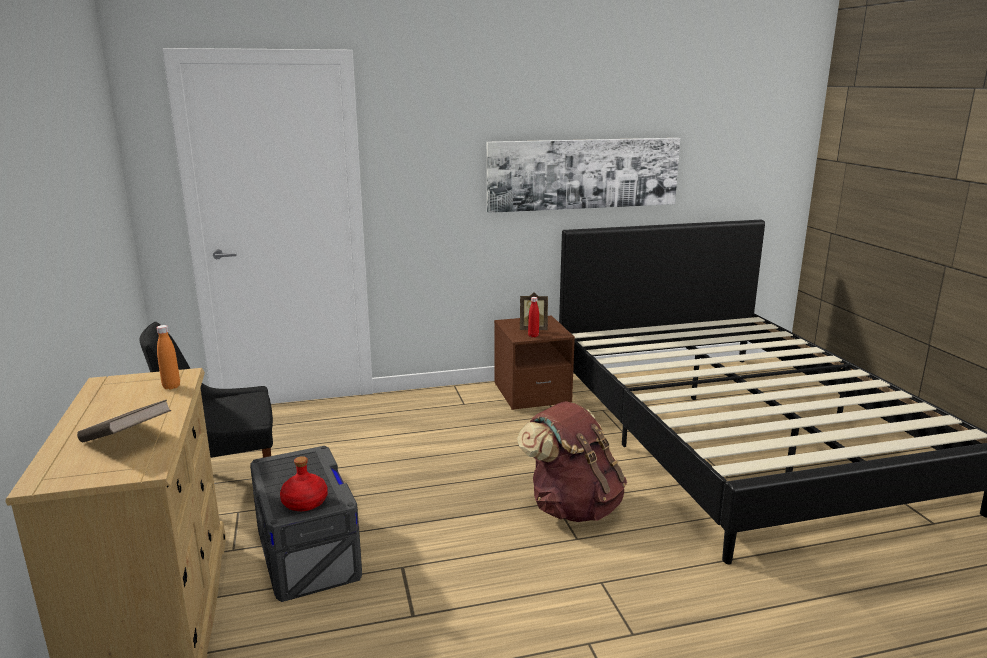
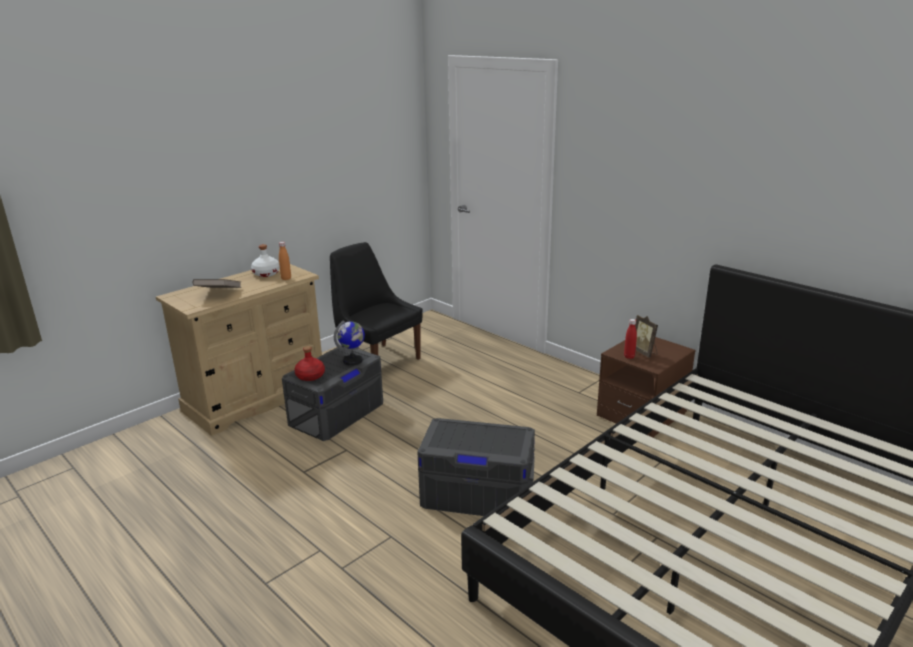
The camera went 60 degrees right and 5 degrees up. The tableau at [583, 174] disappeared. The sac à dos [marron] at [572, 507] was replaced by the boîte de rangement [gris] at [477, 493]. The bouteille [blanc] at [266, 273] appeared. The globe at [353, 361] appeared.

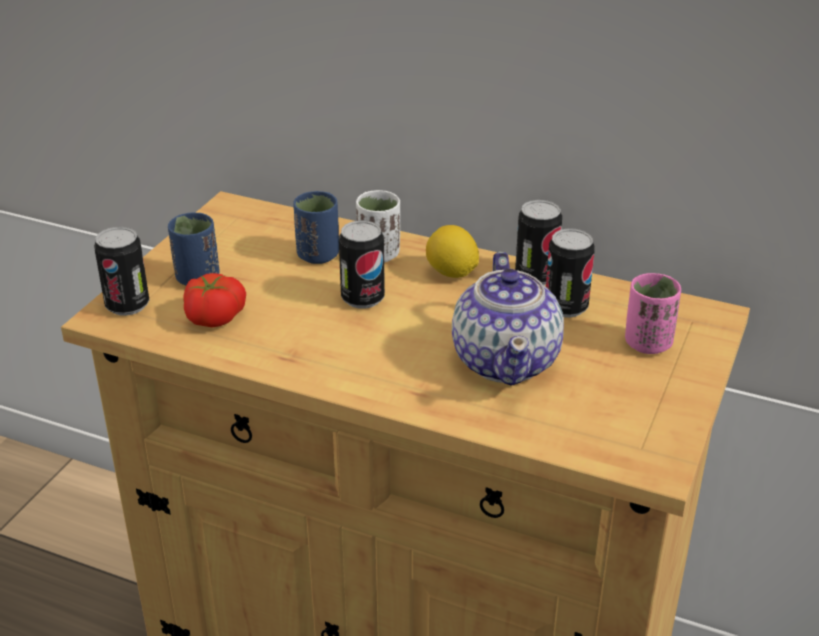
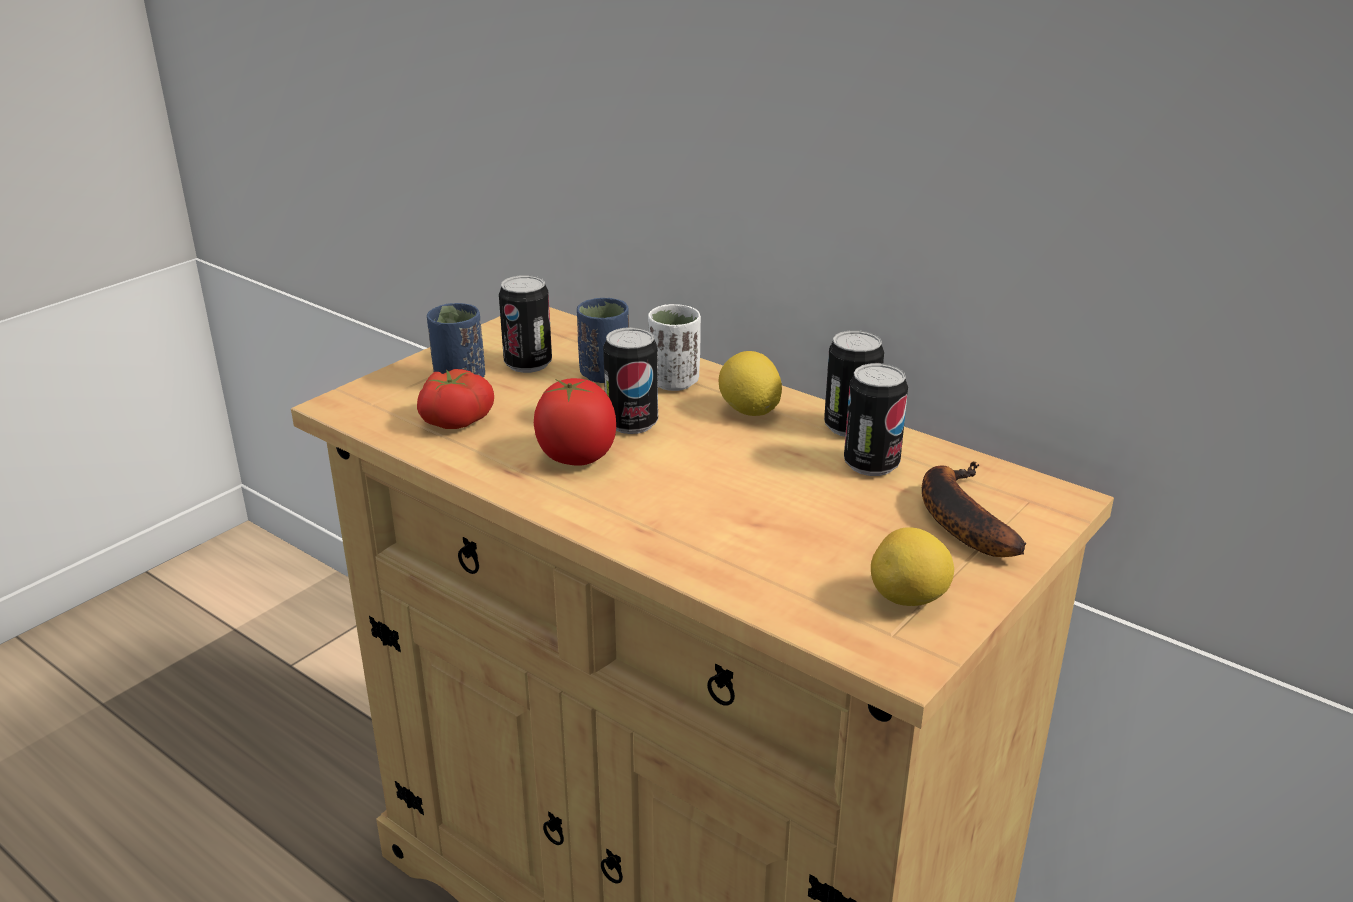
The camera went 15 degrees right and 5 degrees down. The boîte métallique moved from [127, 305] to [528, 364]. The théière at [506, 360] disappeared. The tasse [rose] at [647, 343] was replaced by the banane at [957, 518]. The tomate at [576, 457] appeared. The citron at [909, 599] appeared.

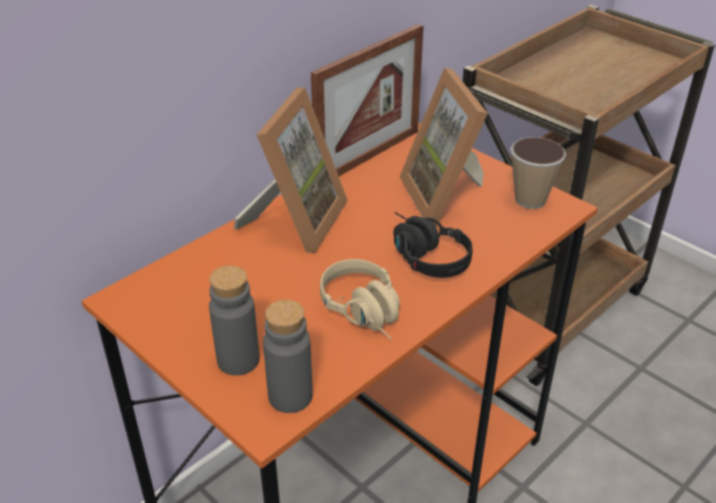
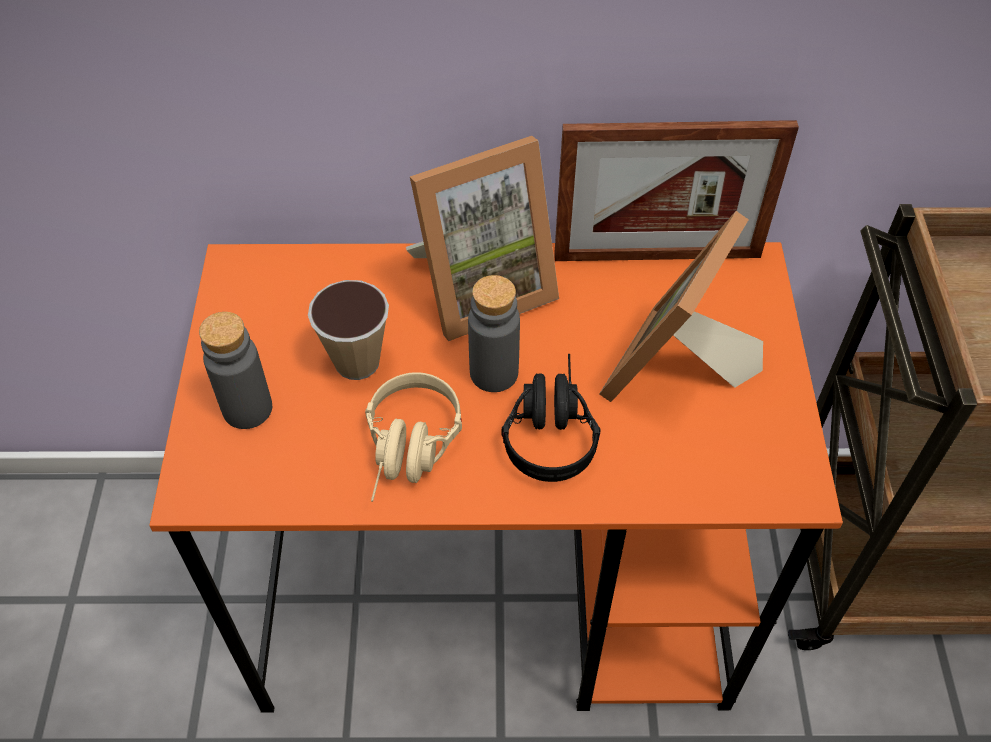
The camera went 45 degrees right and 15 degrees up. The bouteille [gris] moved from [290, 396] to [494, 373]. The tasse moved from [530, 199] to [357, 362].

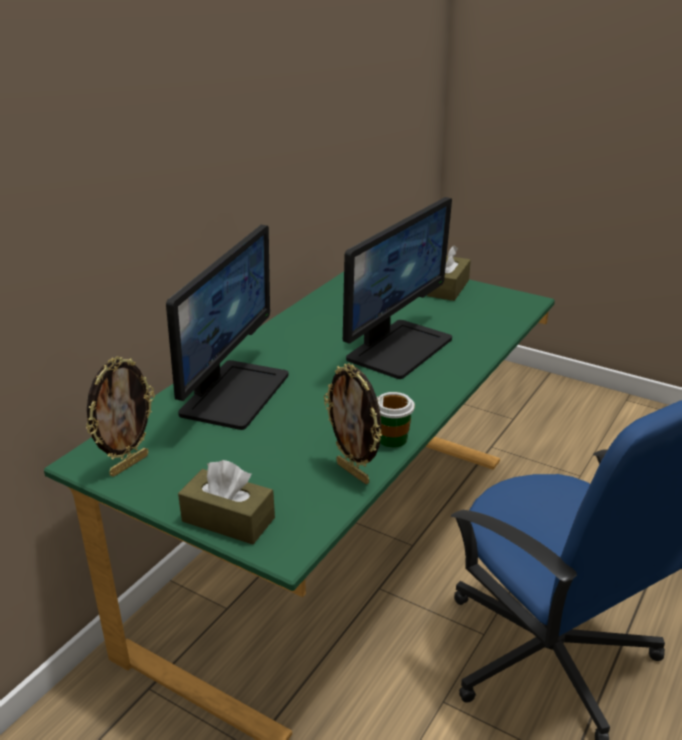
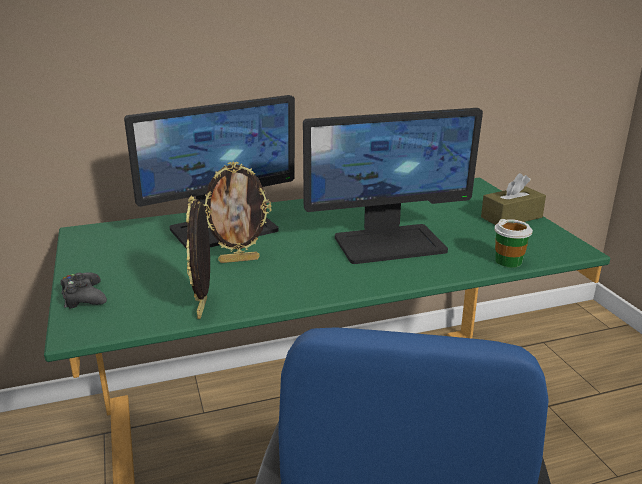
The camera went 40 degrees right and 5 degrees down. The cadre photo moved from [128, 464] to [239, 260]. The boîte à mouchoirs [marron] at [228, 519] was replaced by the manette [noir] at [83, 297]. The tasse moved from [392, 439] to [508, 261].

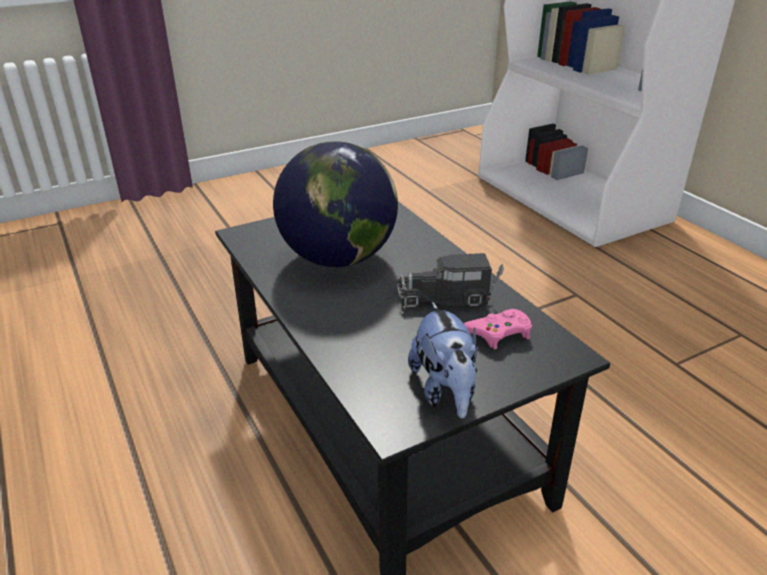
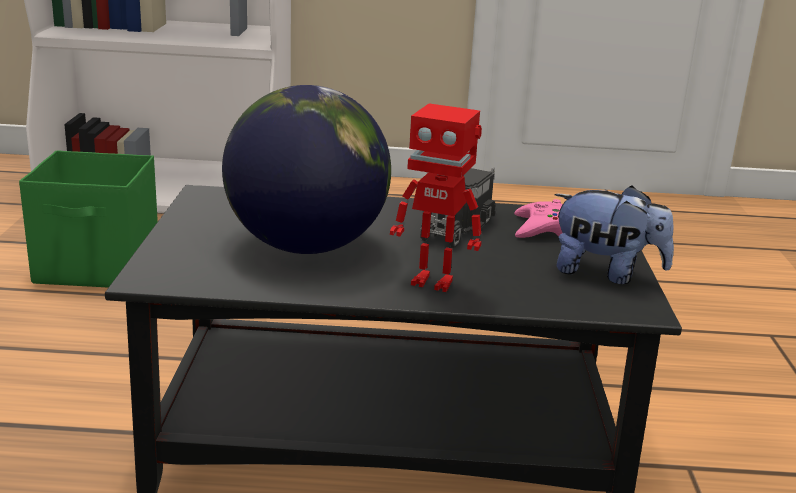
The camera went 60 degrees left and 10 degrees down. The boîte de rangement [vert] at [99, 267] appeared. The robot jouet at [433, 282] appeared.

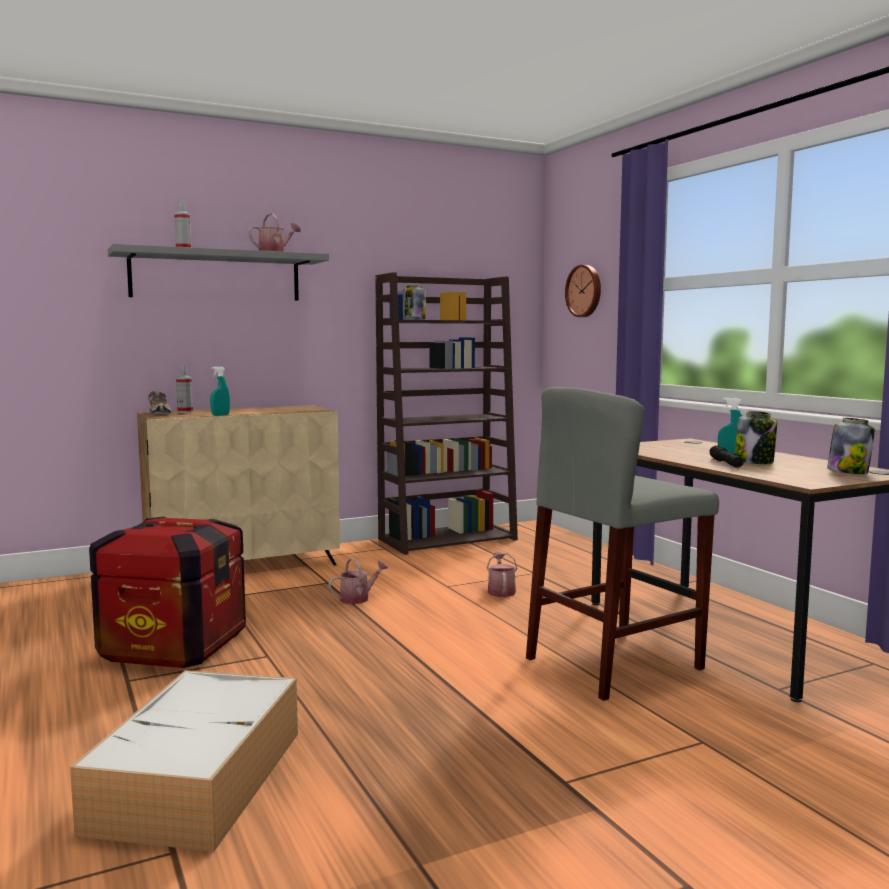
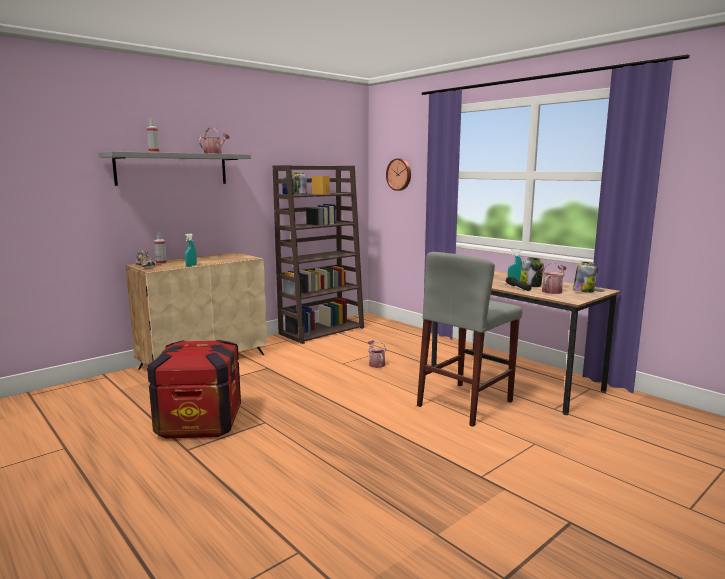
The camera went 15 degrees left and 5 degrees up. The boîte de rangement at [198, 781] disappeared. The arrosoir moved from [358, 598] to [553, 291].

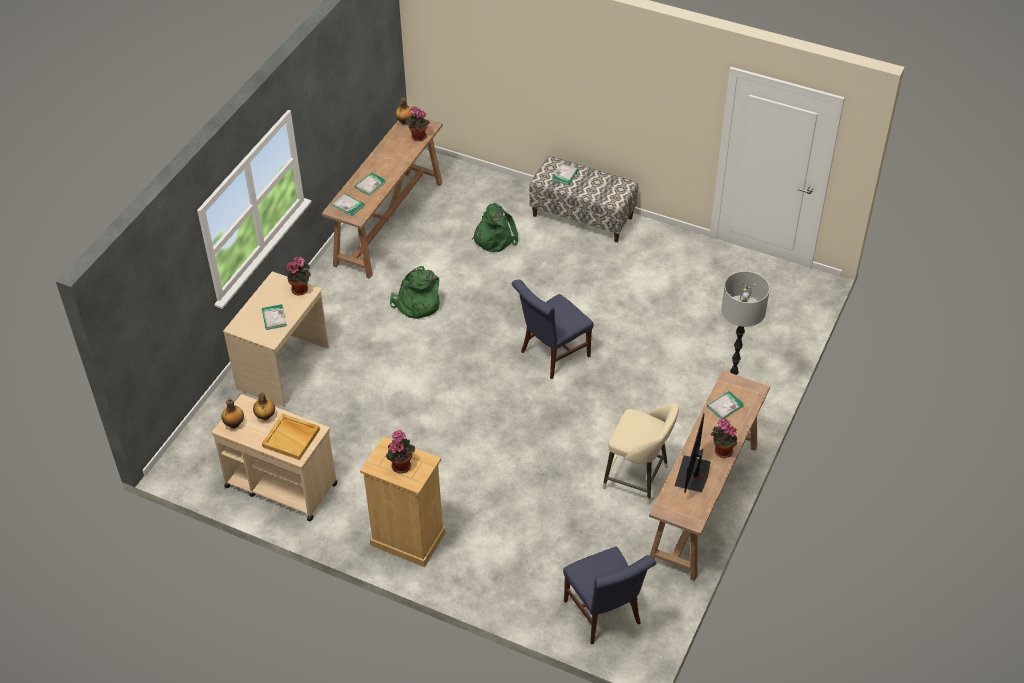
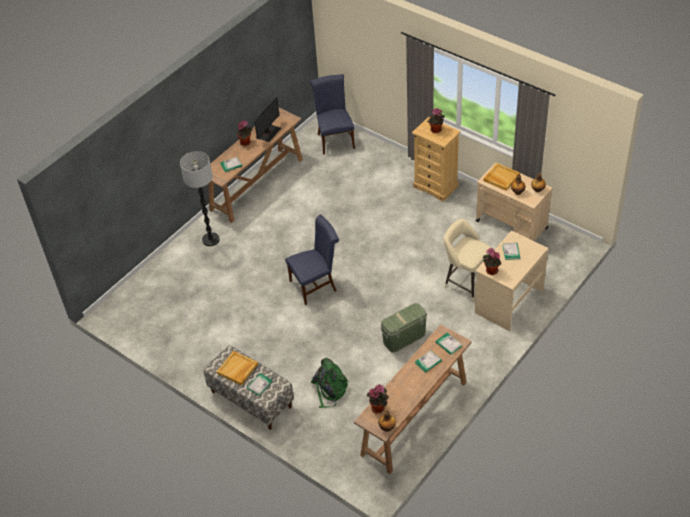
The camera went 165 degrees left and 0 degrees up. The sac à dos [vert] at [416, 304] was replaced by the boîte de rangement [vert] at [404, 338]. The tabouret [beige] moved from [639, 479] to [465, 282]. The plateau [beige] at [237, 369] appeared.

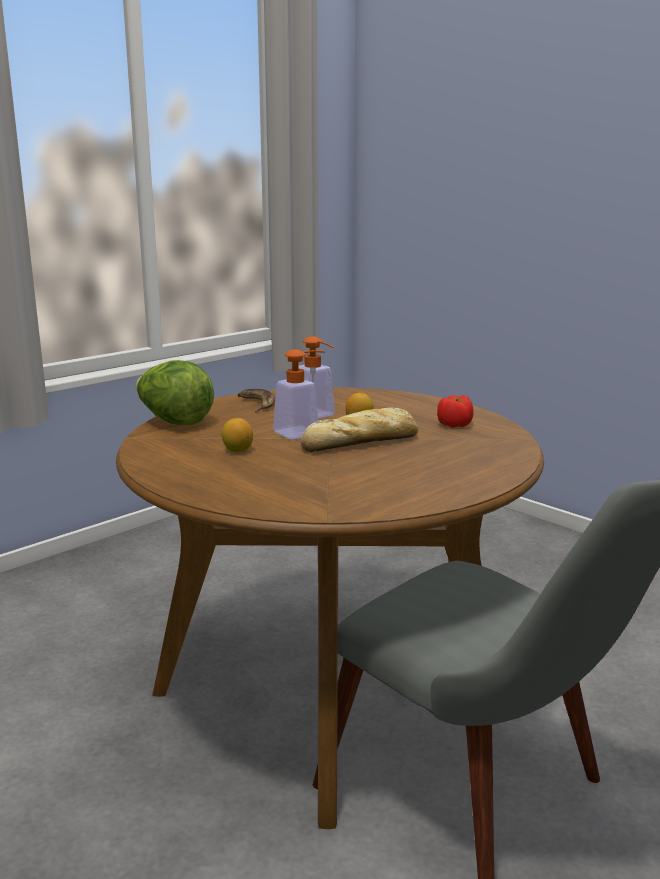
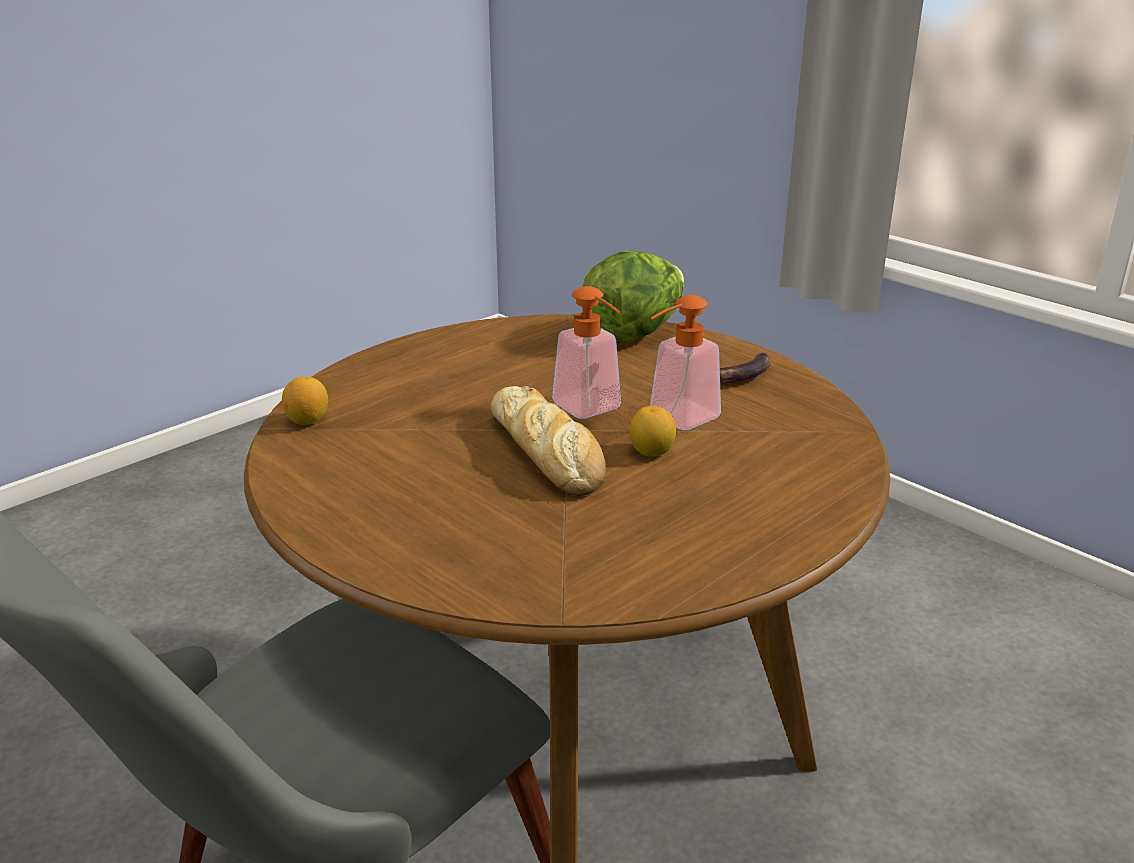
The camera went 90 degrees right and 10 degrees up. The citron moved from [237, 450] to [307, 421]. The tomate at [455, 425] disappeared.

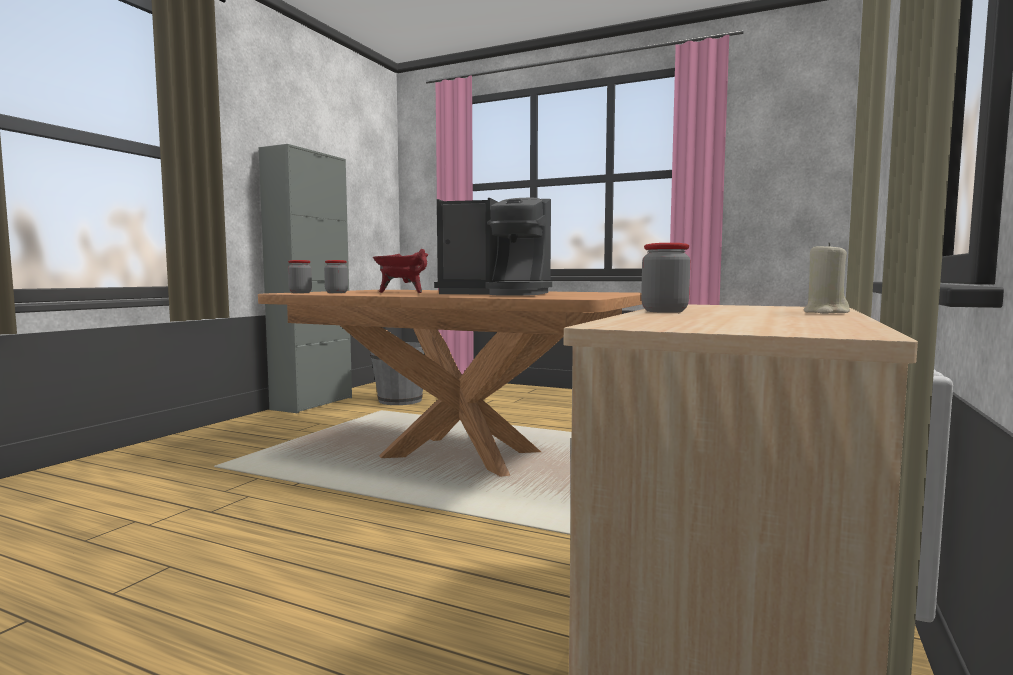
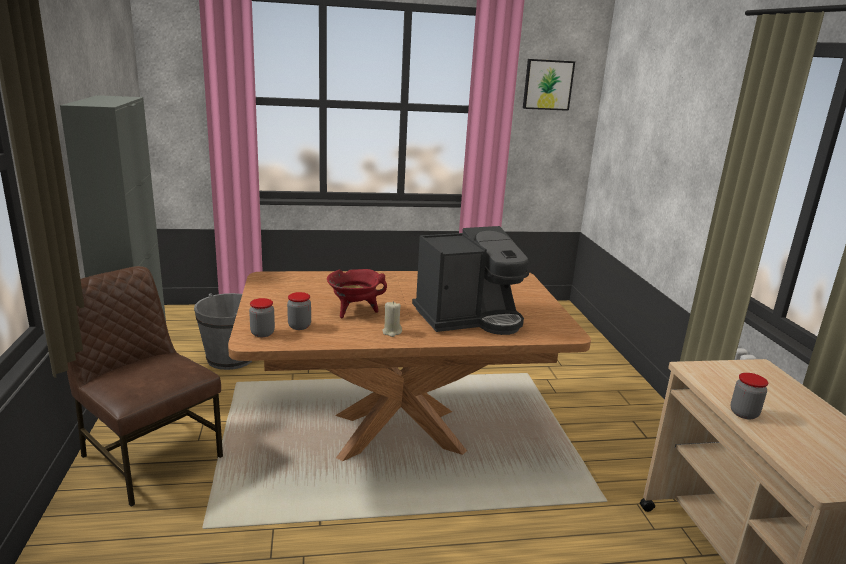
The camera went 35 degrees left and 15 degrees up. The bougie [beige] moved from [825, 312] to [392, 332]. The chaise [marron] at [149, 456] appeared. The tableau at [547, 84] appeared.

